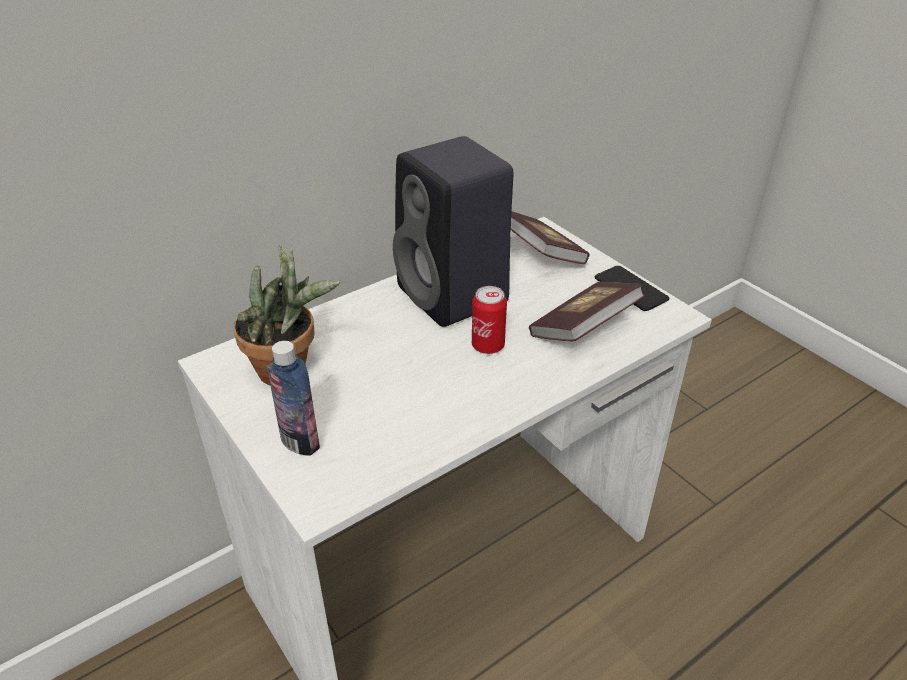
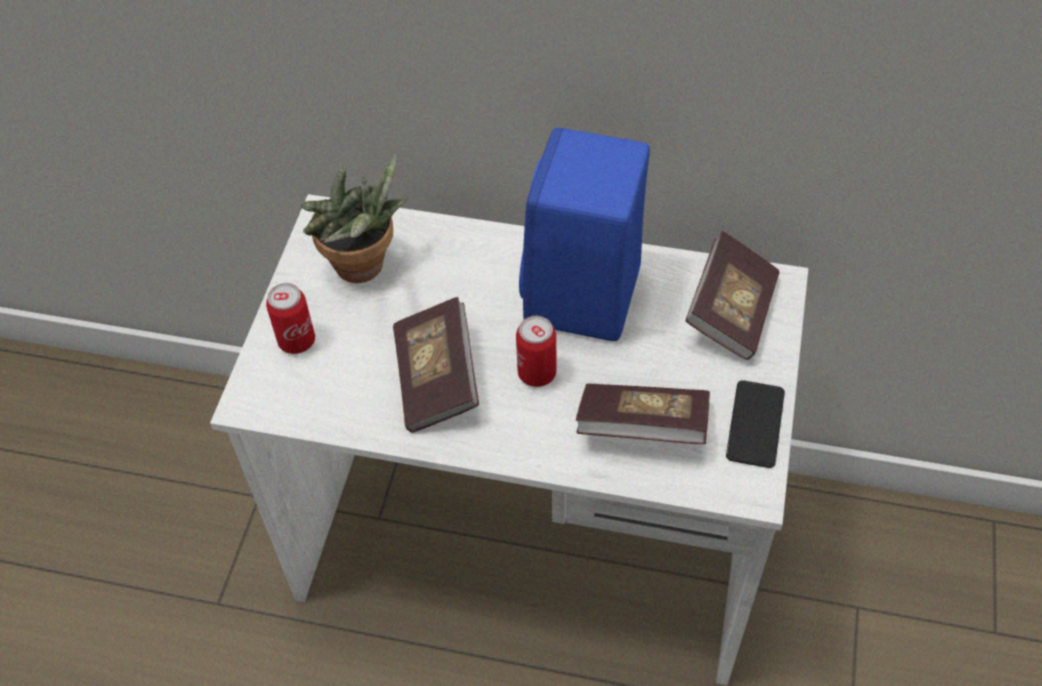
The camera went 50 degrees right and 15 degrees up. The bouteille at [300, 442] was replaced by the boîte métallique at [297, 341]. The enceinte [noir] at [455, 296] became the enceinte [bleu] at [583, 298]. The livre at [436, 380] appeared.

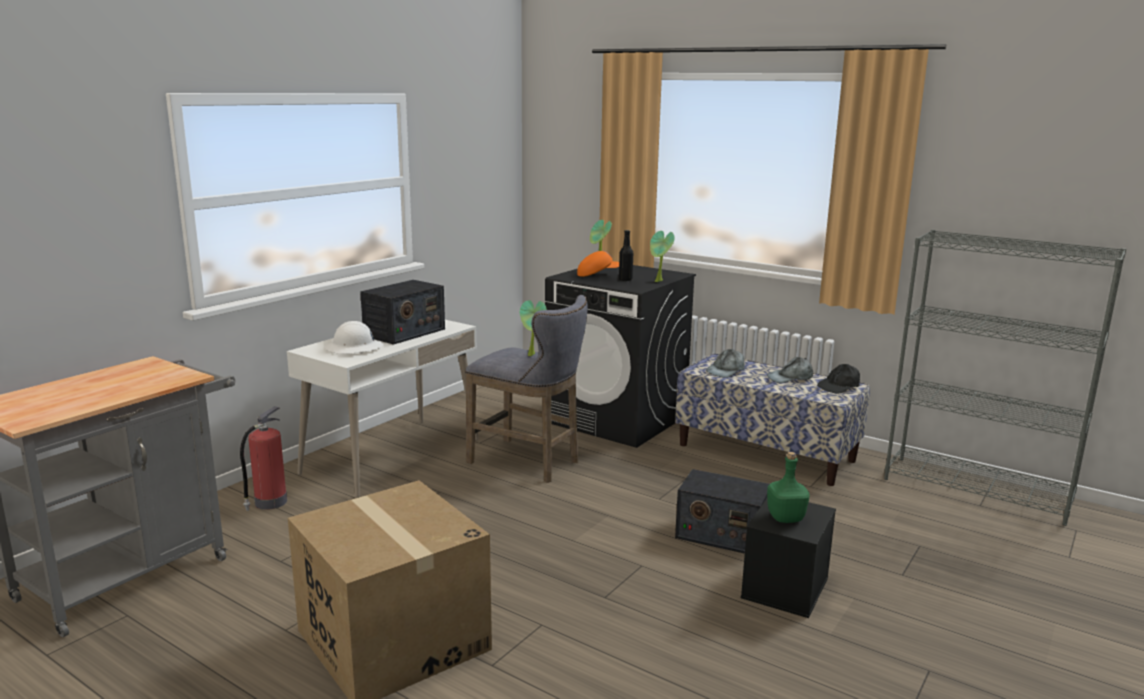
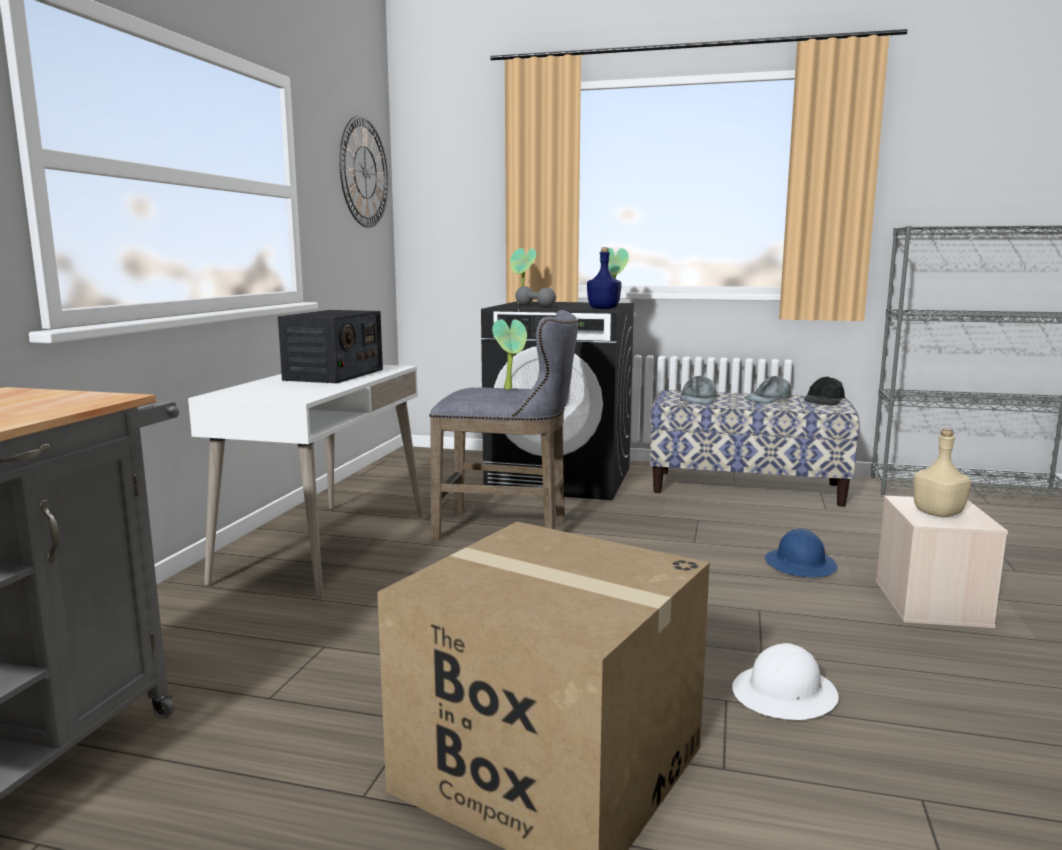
The camera went 20 degrees left and 5 degrees down. The extincteur at [269, 503] disappeared. The casque de chantier [blanc] moved from [354, 348] to [785, 695]. The casquette [orange] at [597, 275] was replaced by the haltère [gris] at [535, 305]. The bouteille [noir] at [625, 279] disappeared. The radio at [720, 534] was replaced by the casque de chantier [bleu] at [800, 565]. The boîte de rangement [noir] at [784, 586] became the boîte de rangement [beige] at [929, 602]. The bouteille [vert] at [785, 517] became the bouteille [beige] at [937, 513]. The horloge murale at [365, 172] appeared. The bouteille [bleu] at [603, 308] appeared.

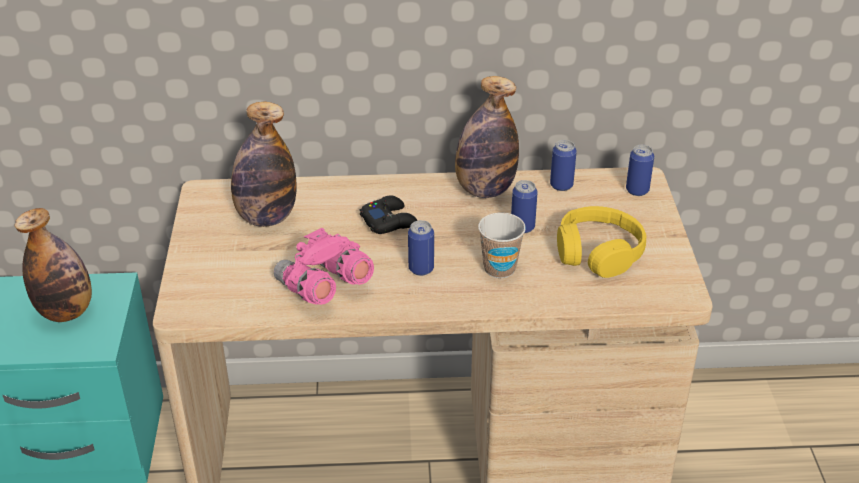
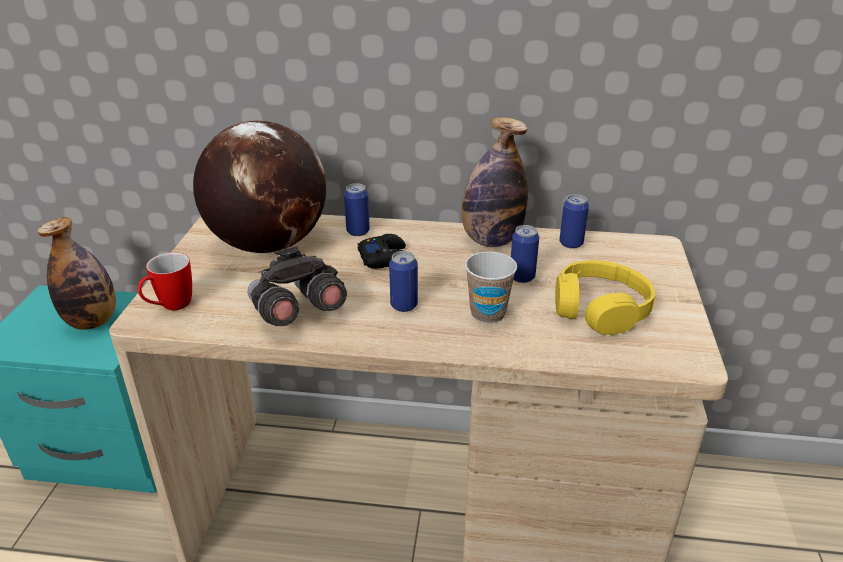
The camera went 10 degrees right and 5 degrees down. The bouteille at [266, 217] was replaced by the globe at [268, 244]. The jumelles [rose] at [323, 288] became the jumelles [gris] at [296, 313]. The boîte métallique moved from [637, 190] to [358, 231]. The mug at [170, 307] appeared.

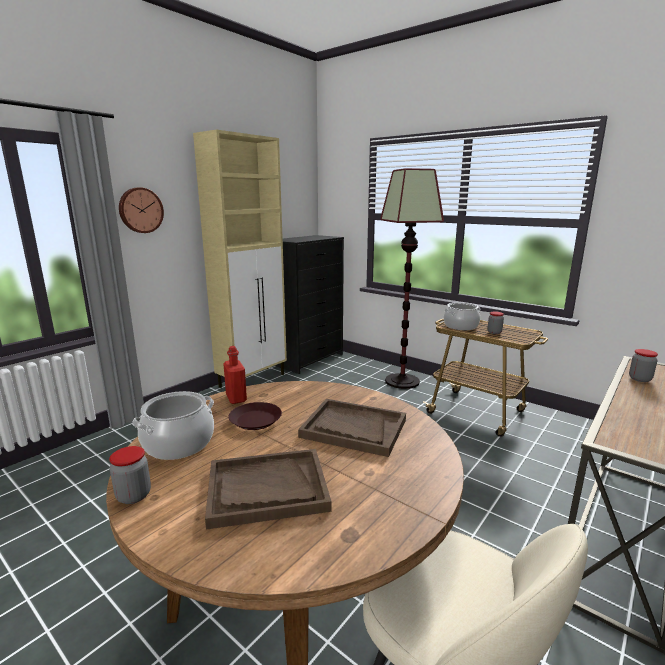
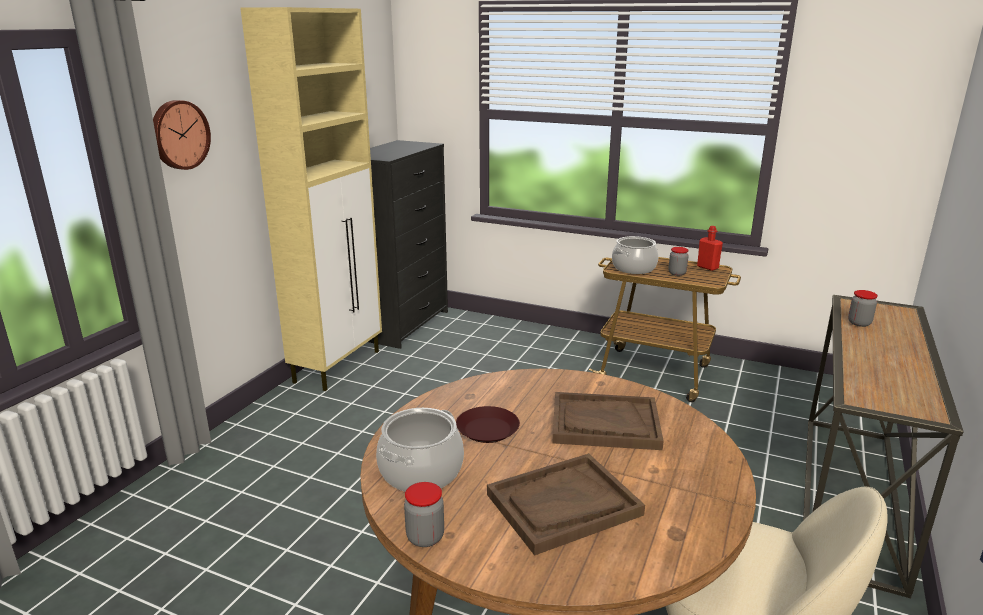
The camera went 15 degrees left and 5 degrees up. The bouteille [rouge] moved from [236, 398] to [707, 267]. The lampadaire at [401, 381] disappeared.

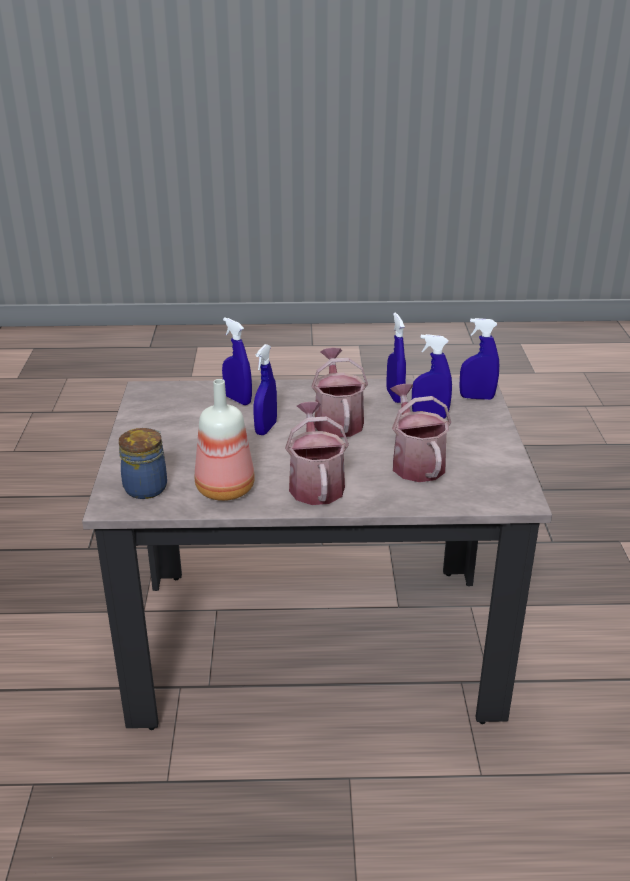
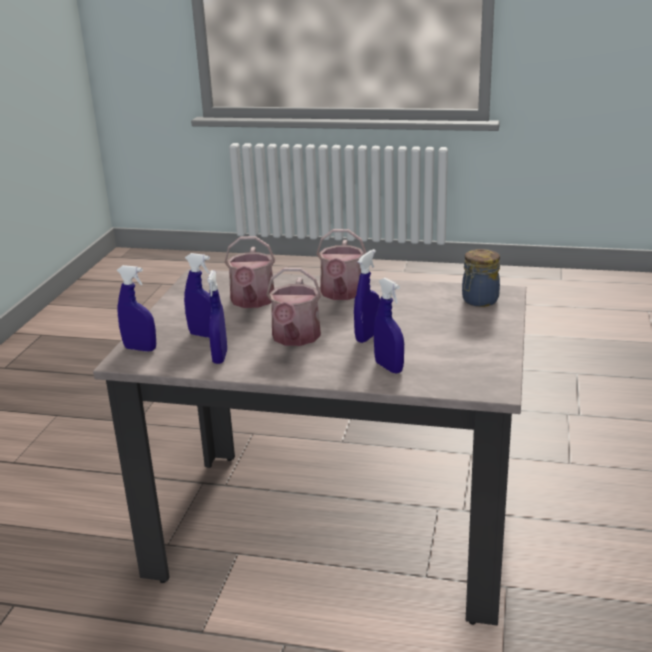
The camera went 165 degrees left and 5 degrees down. The bouteille at [226, 490] disappeared.

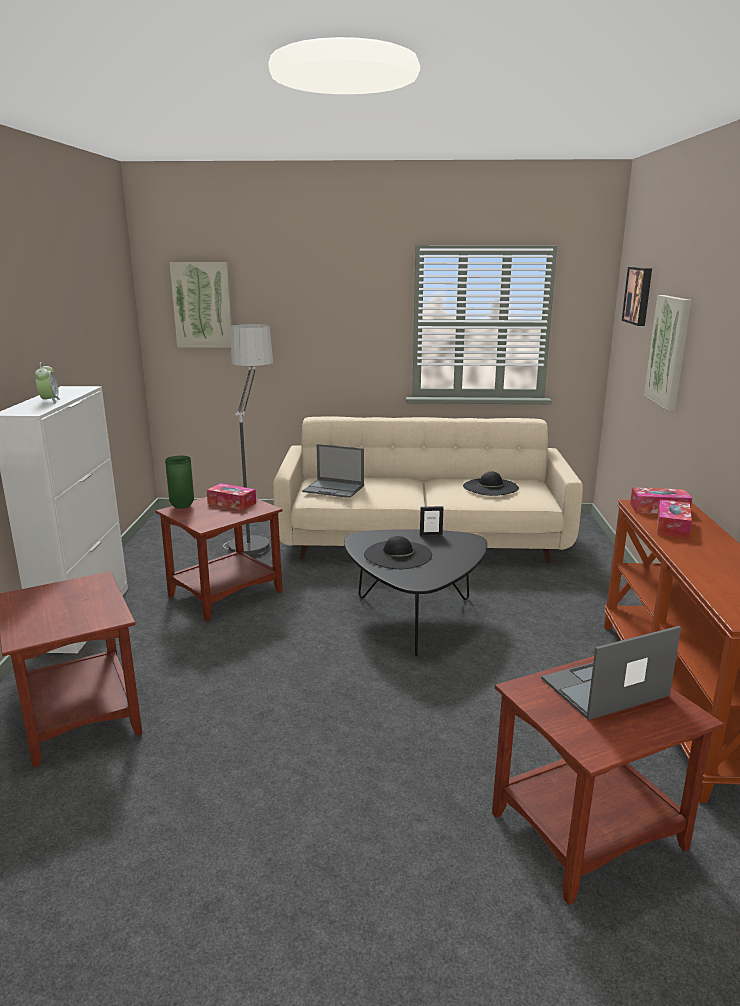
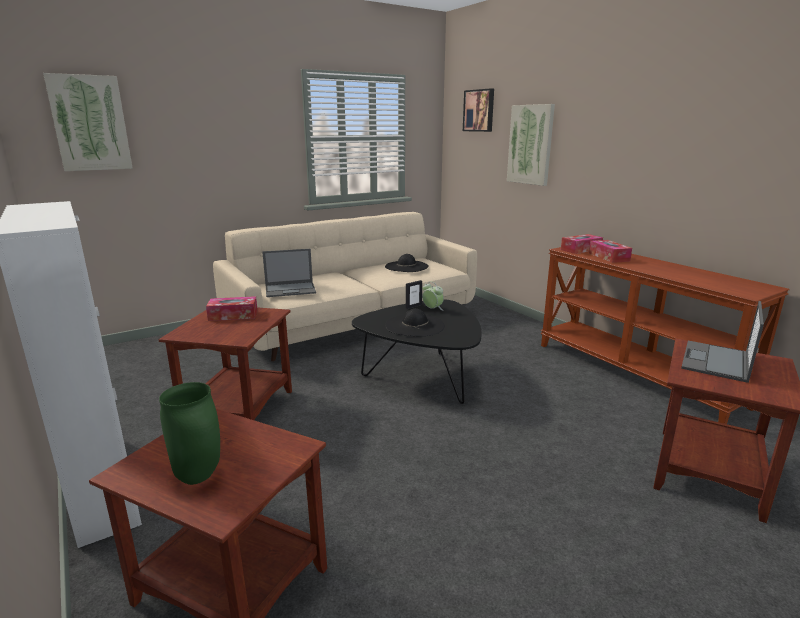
The camera went 35 degrees left and 0 degrees up. The réveil moved from [49, 401] to [432, 309]. The vase [vert] moved from [183, 506] to [200, 476]. The lampadaire at [253, 536] disappeared.

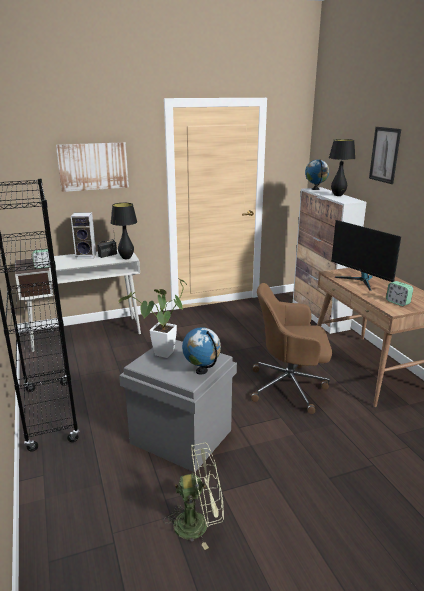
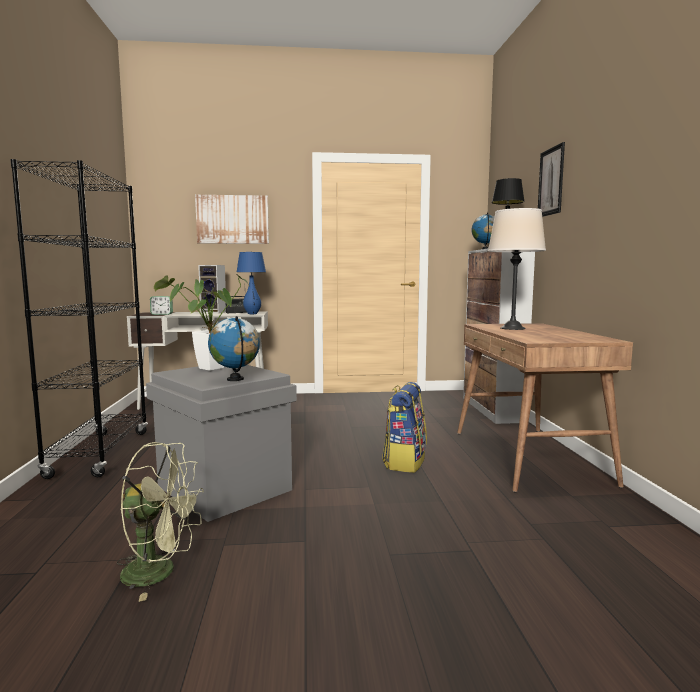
The camera went 15 degrees right and 15 degrees down. The lampe de table [noir] at [126, 258] became the lampe de table [bleu] at [252, 314]. The chaise de bureau [marron] at [290, 387] was replaced by the sac à dos at [404, 462]. The écran d'ordinateur at [360, 281] was replaced by the lampe de table [beige] at [512, 328]. The réveil at [397, 302] disappeared.

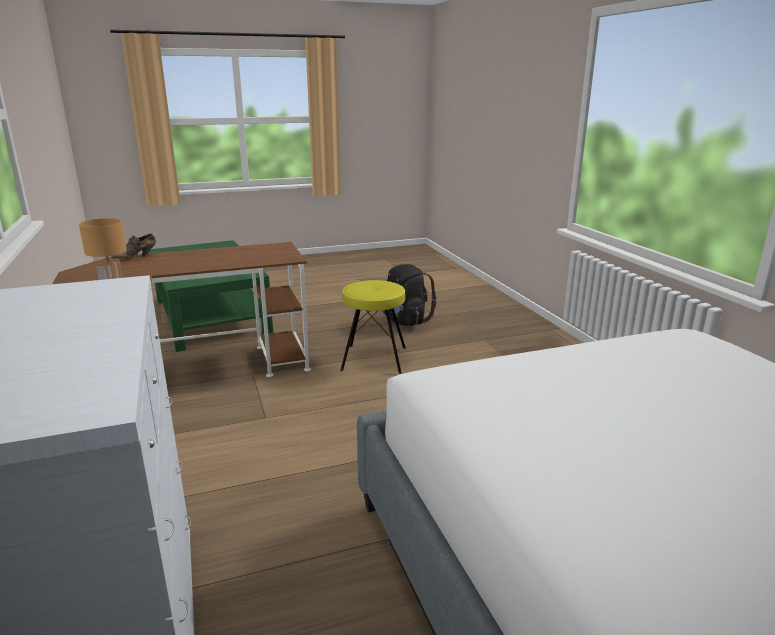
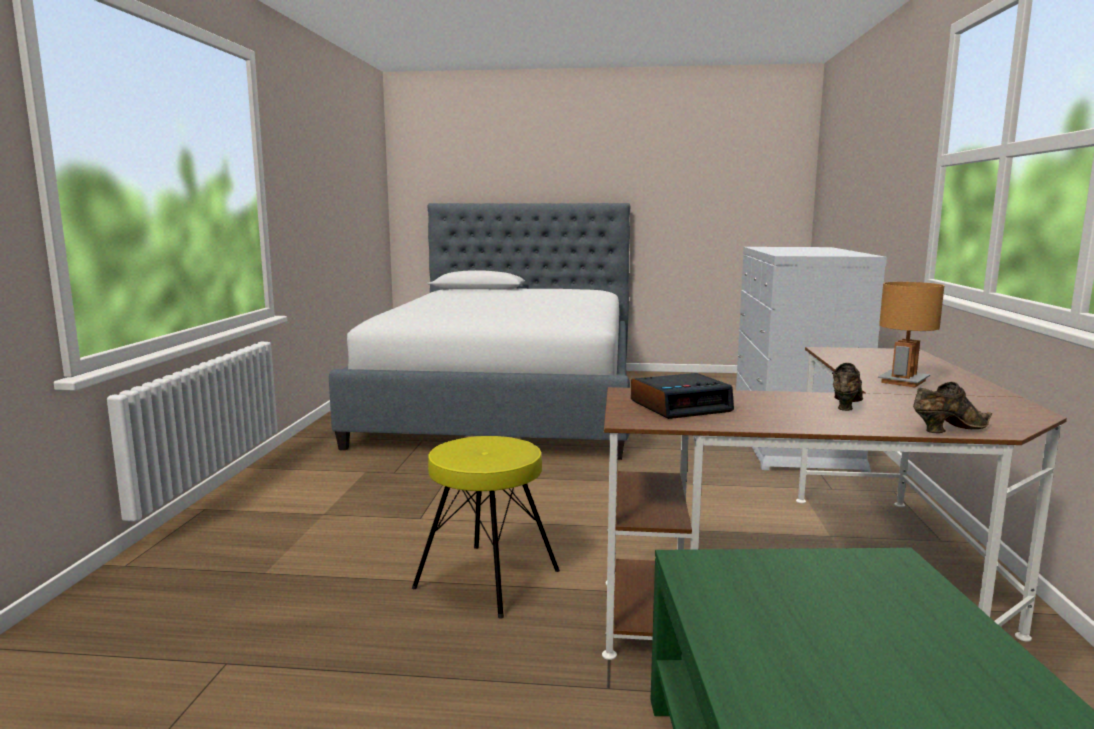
The camera went 155 degrees left and 10 degrees down. The sac à dos [noir] at [405, 321] disappeared. The réveil at [681, 406] appeared. The chaussure [marron] at [845, 405] appeared.

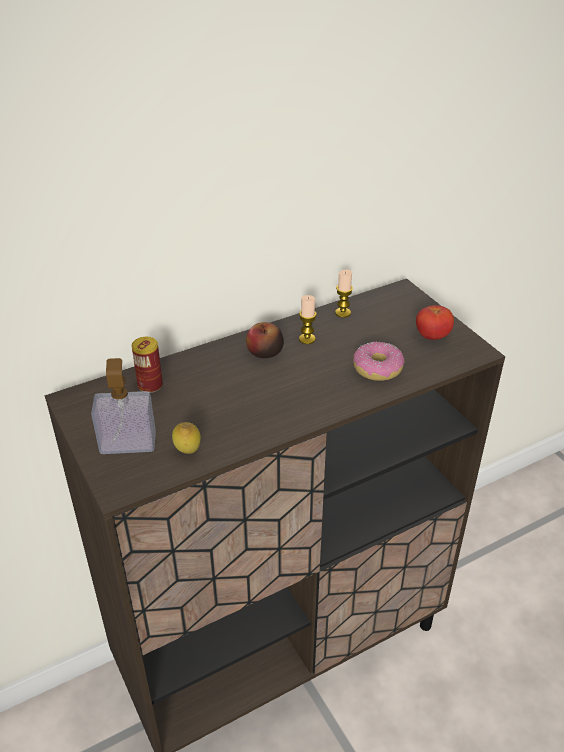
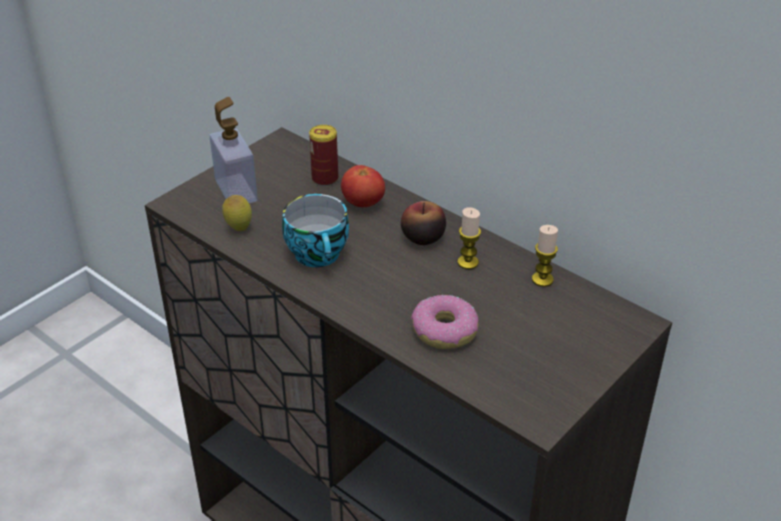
The camera went 70 degrees right and 0 degrees up. The tomate moved from [432, 336] to [363, 203]. The tasse at [320, 255] appeared.

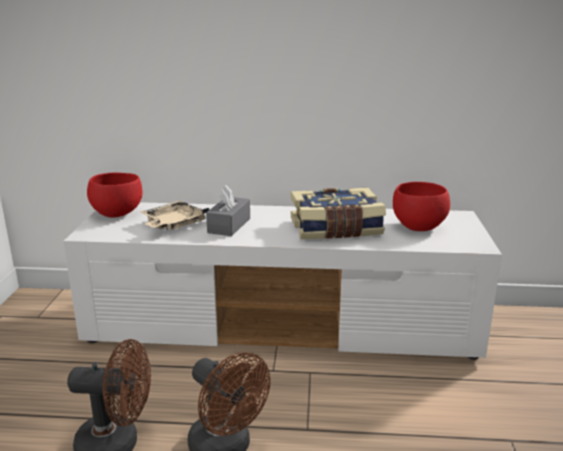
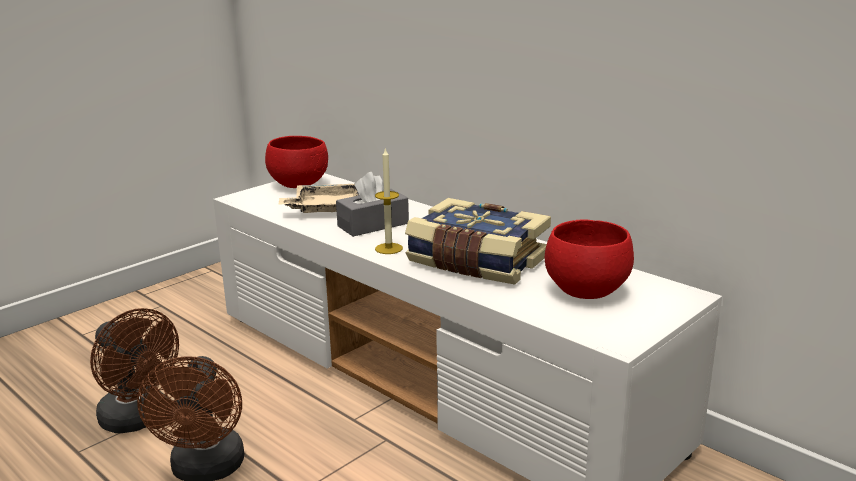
The camera went 40 degrees right and 0 degrees up. The bougie at [388, 248] appeared.

